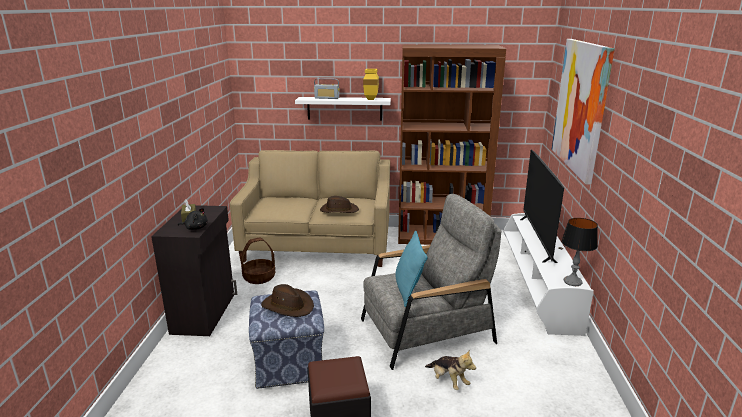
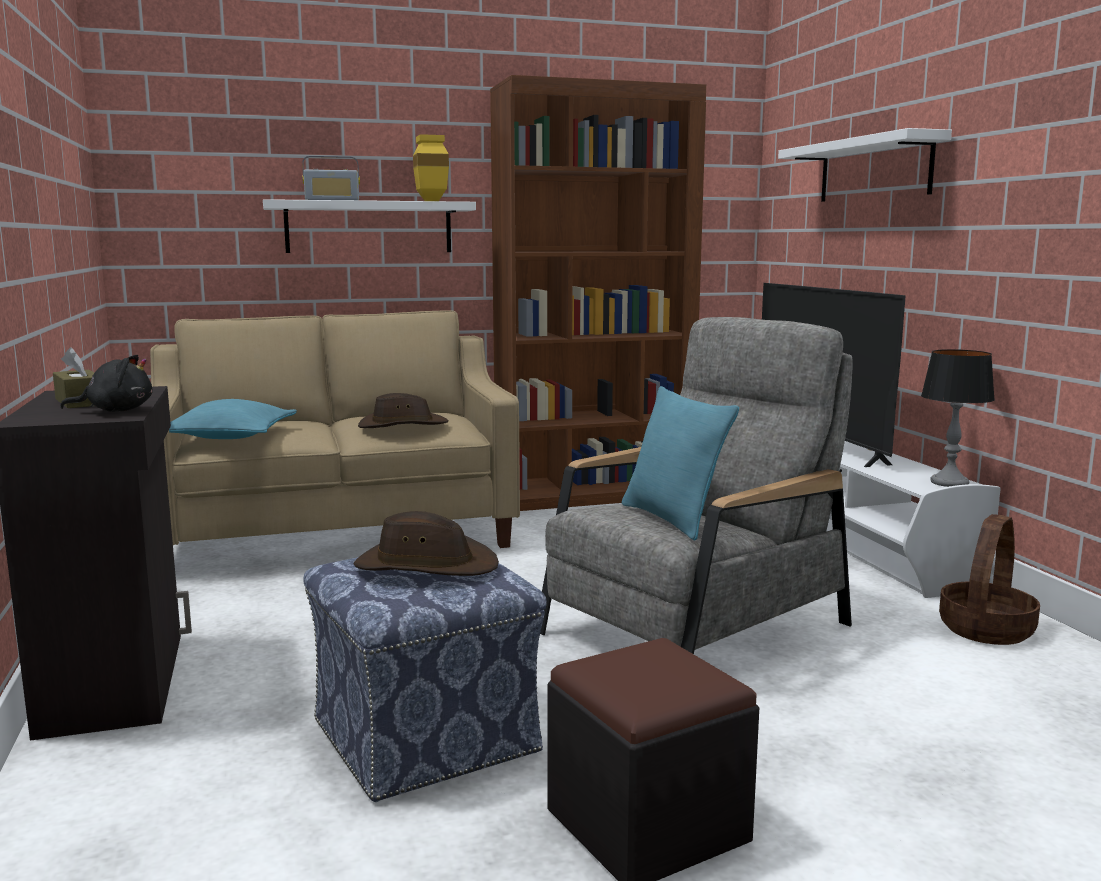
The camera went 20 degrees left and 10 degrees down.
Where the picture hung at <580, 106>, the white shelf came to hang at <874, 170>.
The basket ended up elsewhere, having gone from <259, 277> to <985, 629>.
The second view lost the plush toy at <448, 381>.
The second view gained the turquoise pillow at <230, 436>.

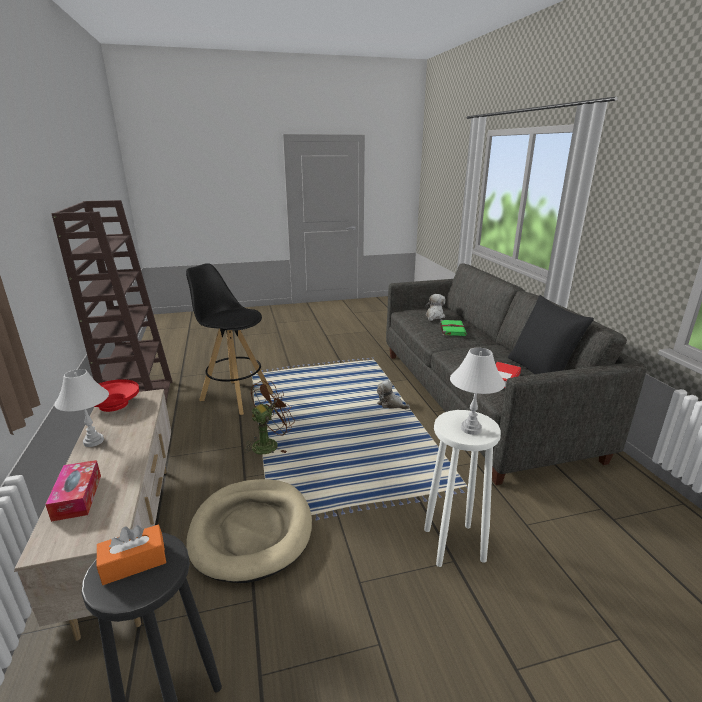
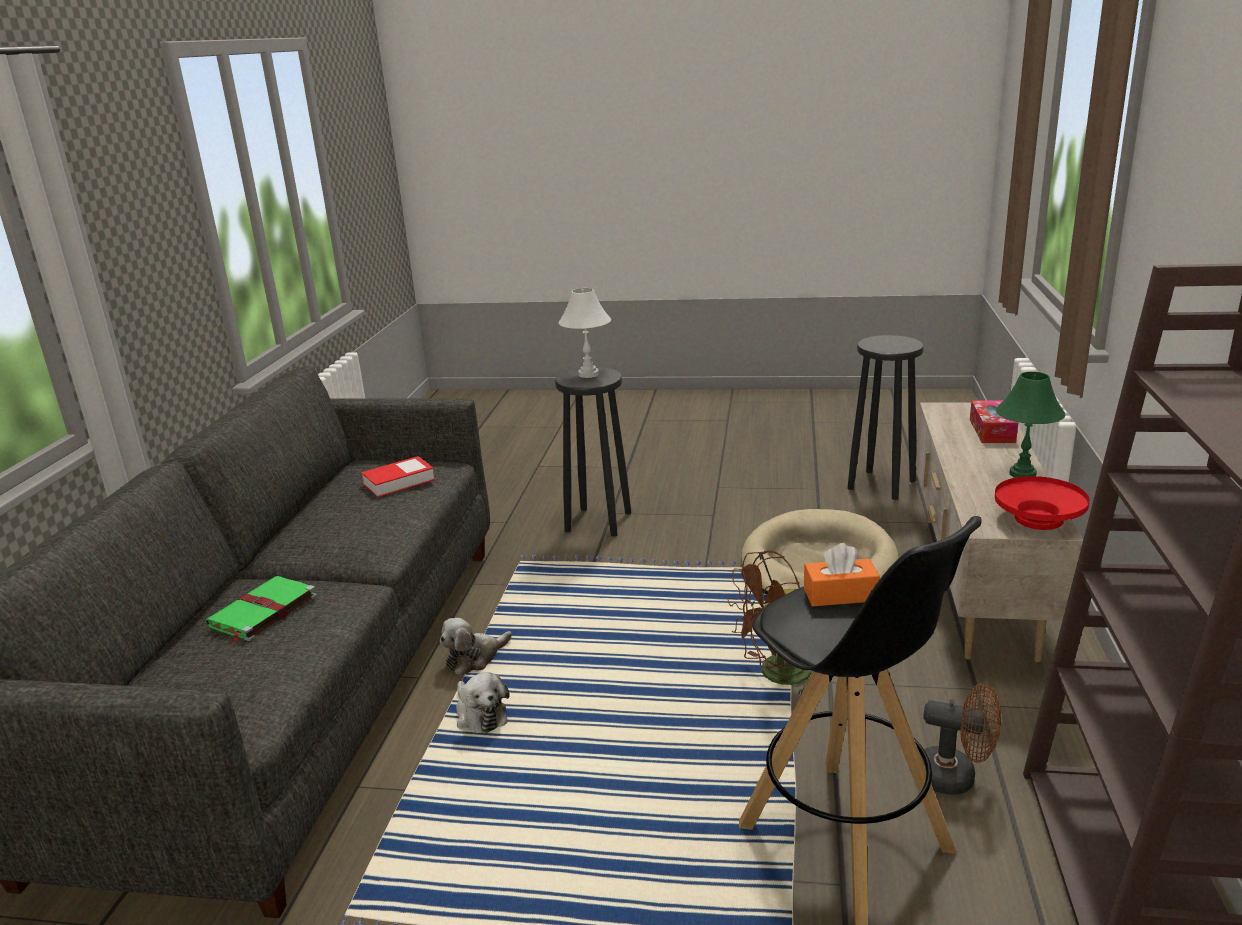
The camera went 155 degrees left and 0 degrees up.
The plush toy ended up elsewhere, having gone from <434, 316> to <474, 658>.
The second view lost the black pillow at <540, 372>.
What was the white table lamp at <93, 441> turned into the green table lamp at <1022, 474>.
What was the white stool at <453, 544> turned into the black stool at <599, 522>.
The orange tissue box ended up elsewhere, having gone from <134, 562> to <840, 594>.
The second view gained the brown fan at <955, 778>.

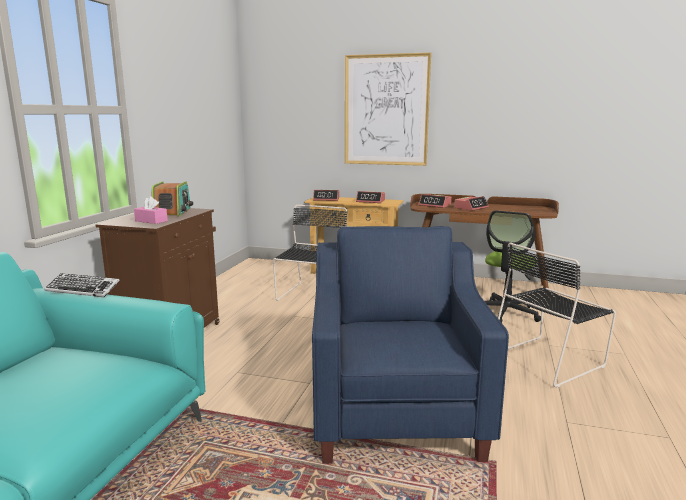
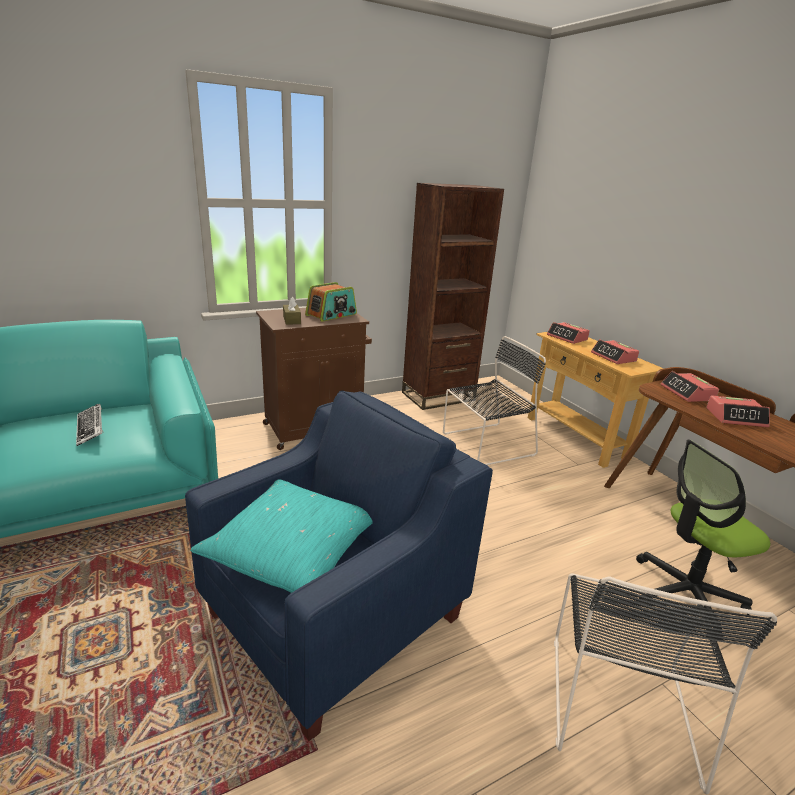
The camera went 45 degrees right and 10 degrees up.
The second view lost the picture at <386, 110>.
What was the pink tissue box at <151, 221> turned into the brown tissue box at <292, 320>.
The black chair at <548, 359> ended up facing another way, 90 degrees counterclockwise from before.
The keyboard ended up elsewhere, having gone from <83, 290> to <90, 428>.
The second view gained the brown bookcase at <438, 396>.
The second view gained the turquoise pillow at <293, 550>.

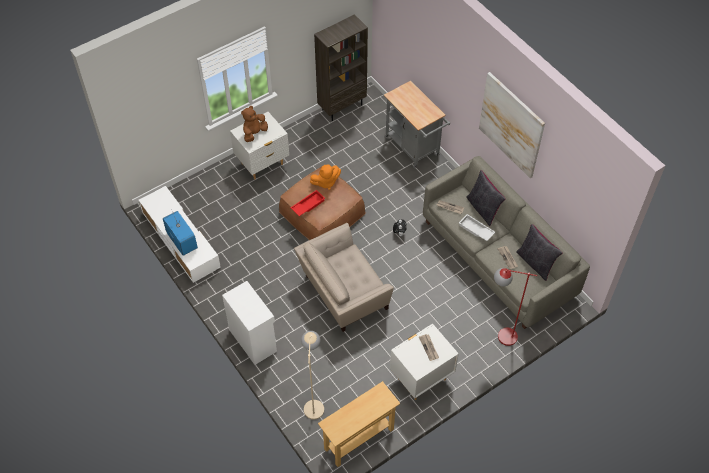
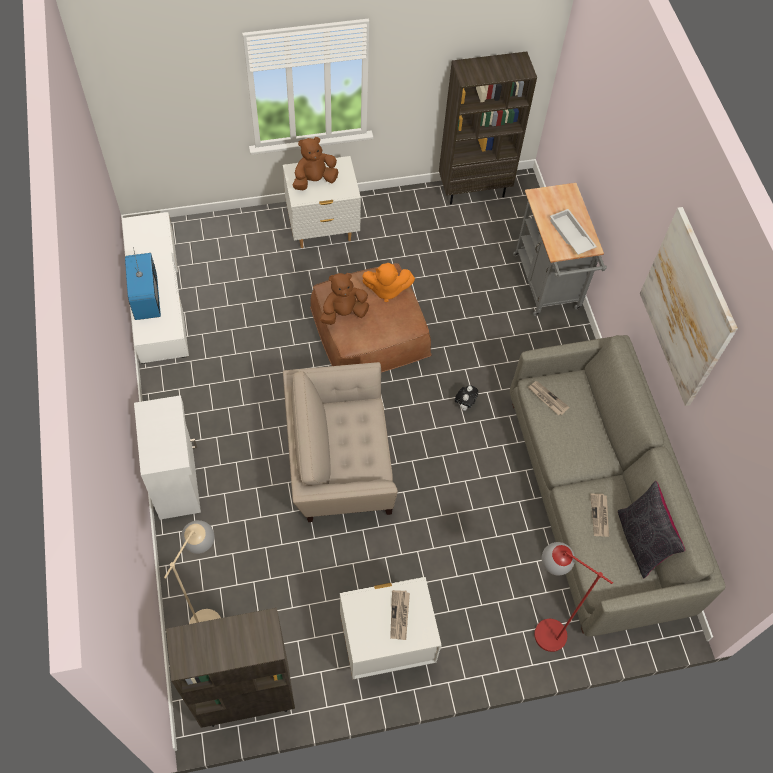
The camera went 20 degrees right and 5 degrees up.
The second view lost the black pillow at <483, 209>.
Where the red tray stood at <308, 205>, the brown plush toy came to stand at <343, 313>.
The white tray ended up elsewhere, having gone from <475, 230> to <570, 235>.
Where the beige console table stood at <359, 439>, the brown bookcase came to stand at <246, 702>.

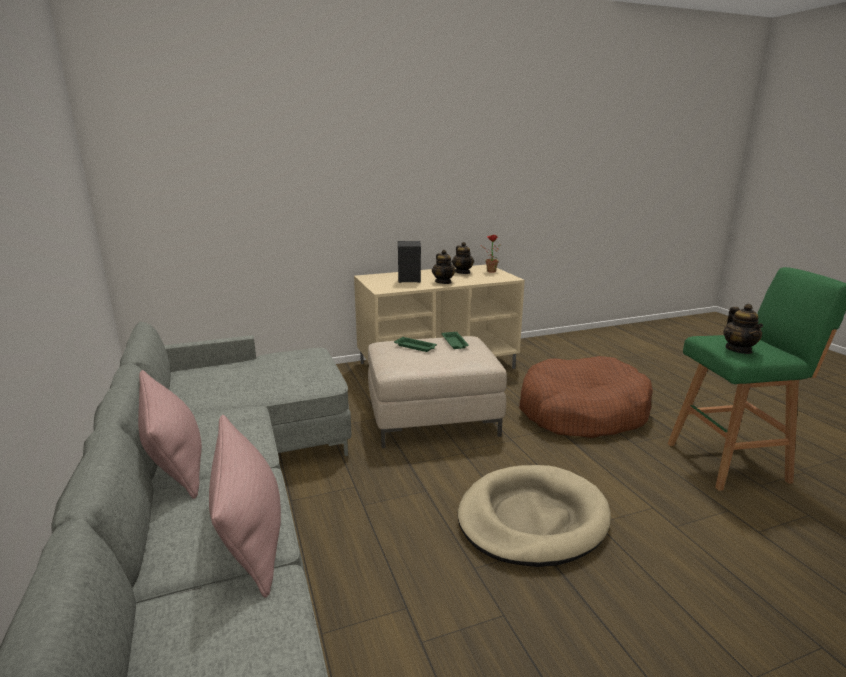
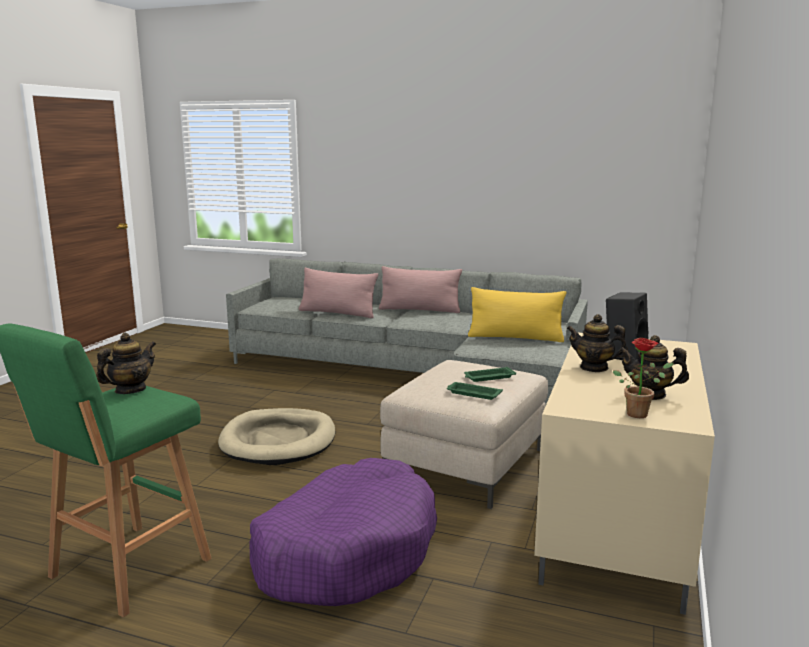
The camera went 130 degrees right and 5 degrees down.
The teapot at <738, 349> ended up facing another way, 90 degrees clockwise from before.
What was the brown dog bed at <582, 412> turned into the purple dog bed at <346, 551>.
The second view gained the yellow pillow at <515, 338>.

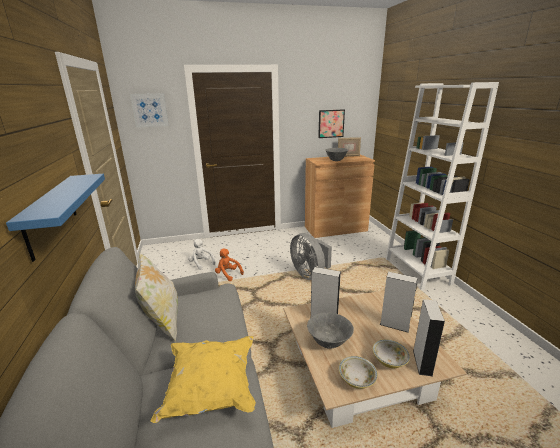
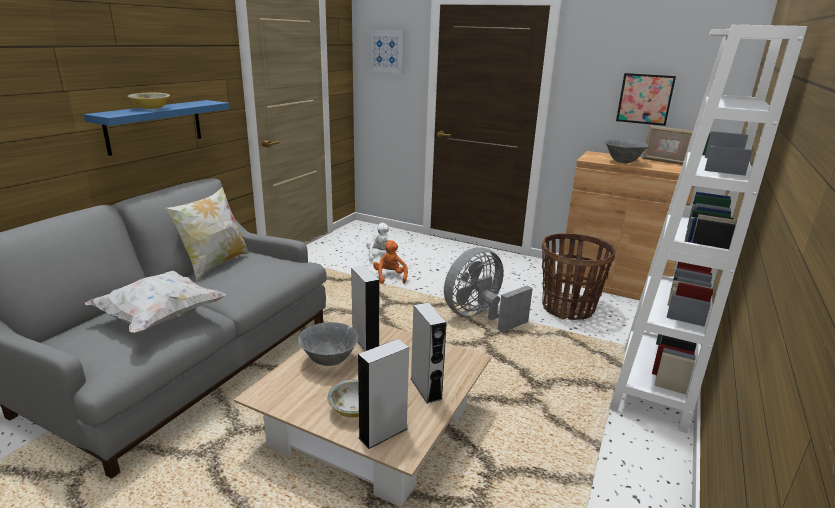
The camera went 40 degrees right and 0 degrees up.
The grey fan at <310, 274> ended up facing another way, 45 degrees clockwise from before.
What was the yellow pillow at <211, 389> turned into the white pillow at <160, 318>.
The bowl ended up elsewhere, having gone from <356, 380> to <151, 108>.
The second view gained the basket at <568, 308>.

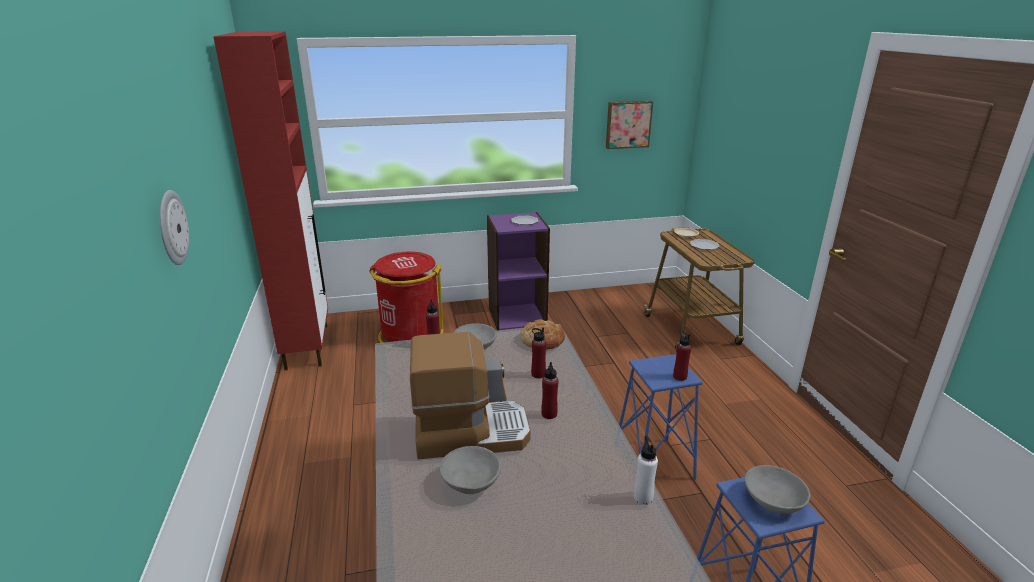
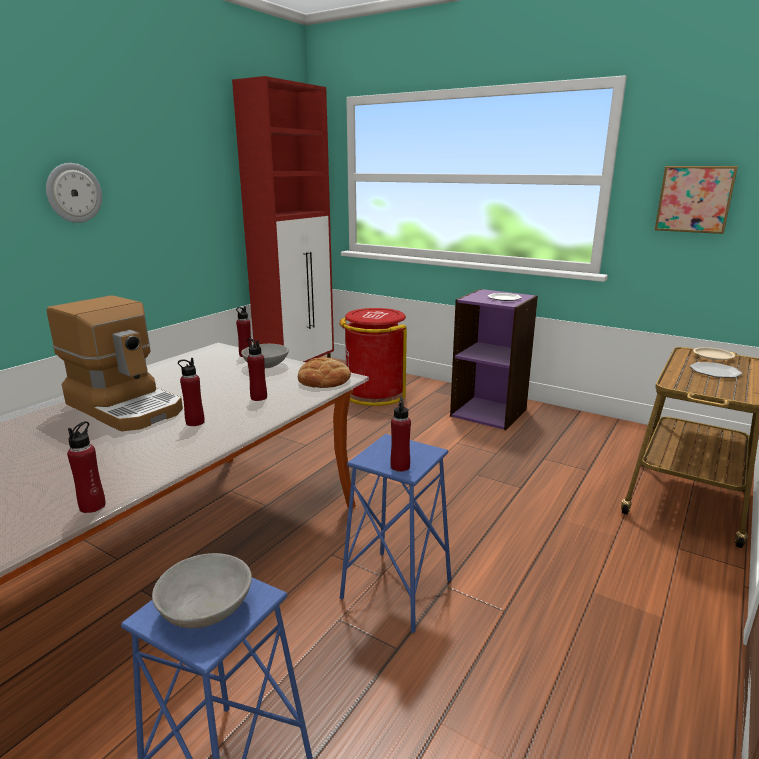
The camera went 45 degrees right and 5 degrees down.
What was the white bottle at <643, 497> turned into the red bottle at <92, 506>.
The second view lost the grey bowl at <470, 482>.

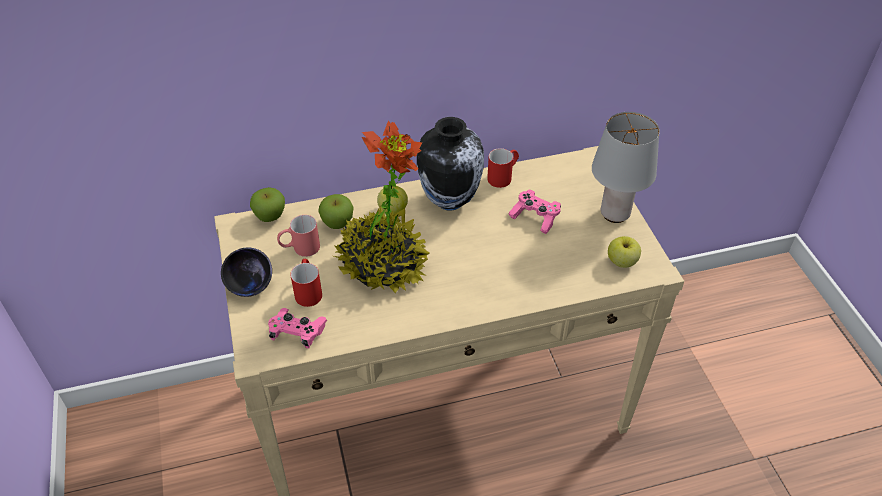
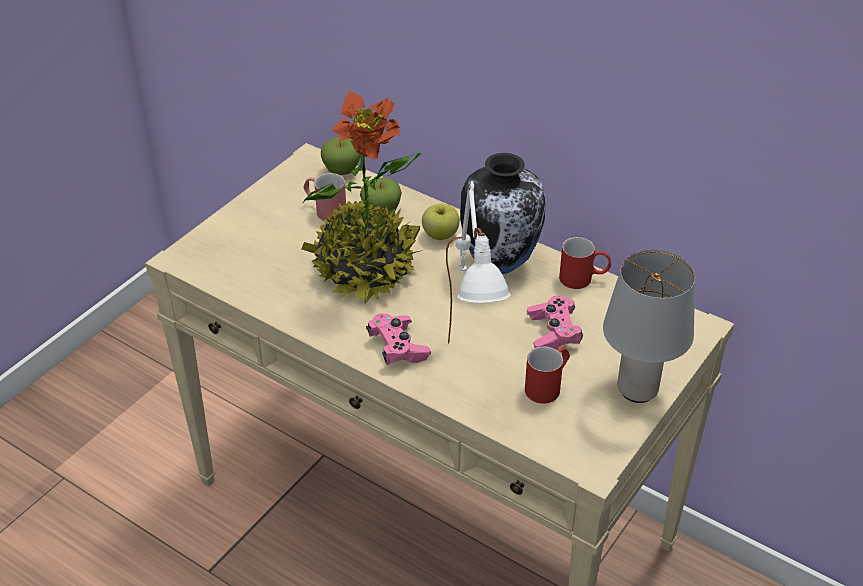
The camera went 50 degrees right and 5 degrees down.
The second view lost the apple at <621, 262>.
The second view lost the black bowl at <250, 287>.
The red mug ended up elsewhere, having gone from <308, 290> to <548, 385>.
The pink game controller ended up elsewhere, having gone from <297, 333> to <398, 347>.
The second view gained the white table lamp at <472, 376>.

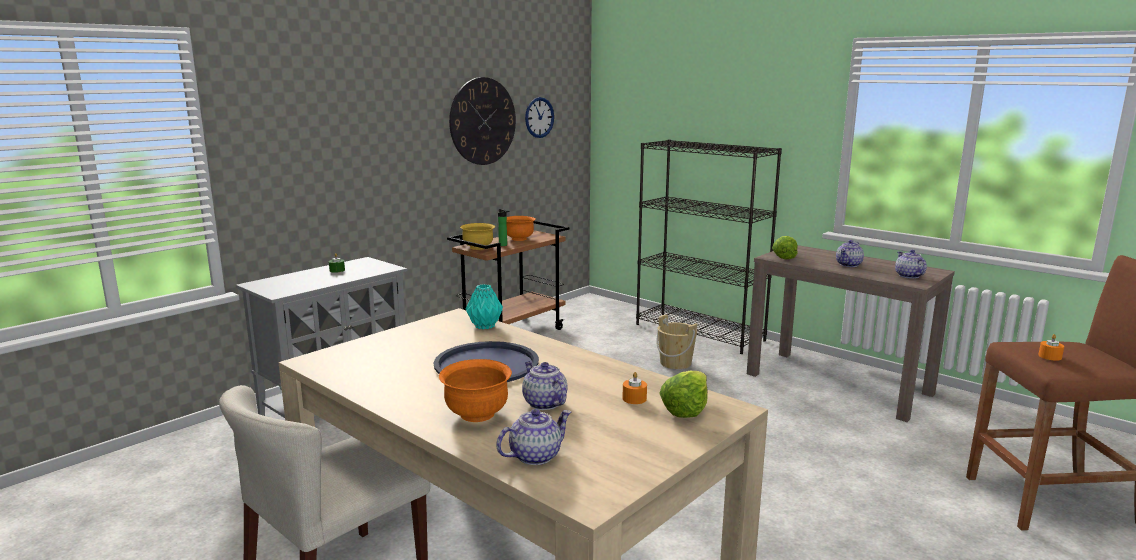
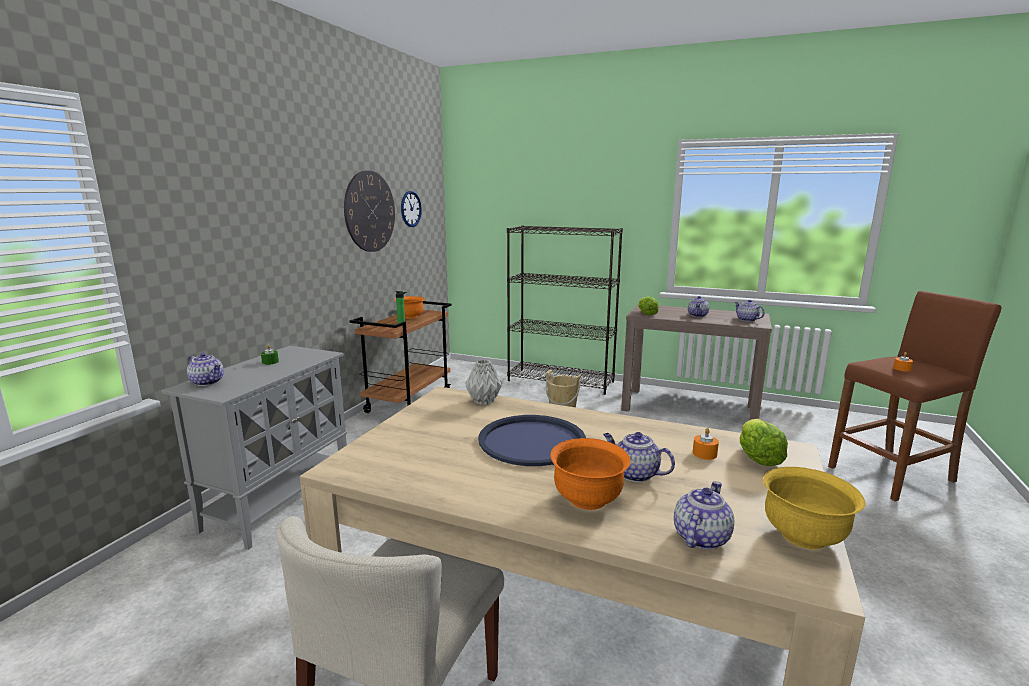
The camera went 20 degrees left and 0 degrees up.
The yellow bowl ended up elsewhere, having gone from <478, 247> to <804, 537>.
What was the turquoise vase at <485, 326> turned into the grey vase at <484, 401>.
The second view gained the teapot at <208, 382>.

